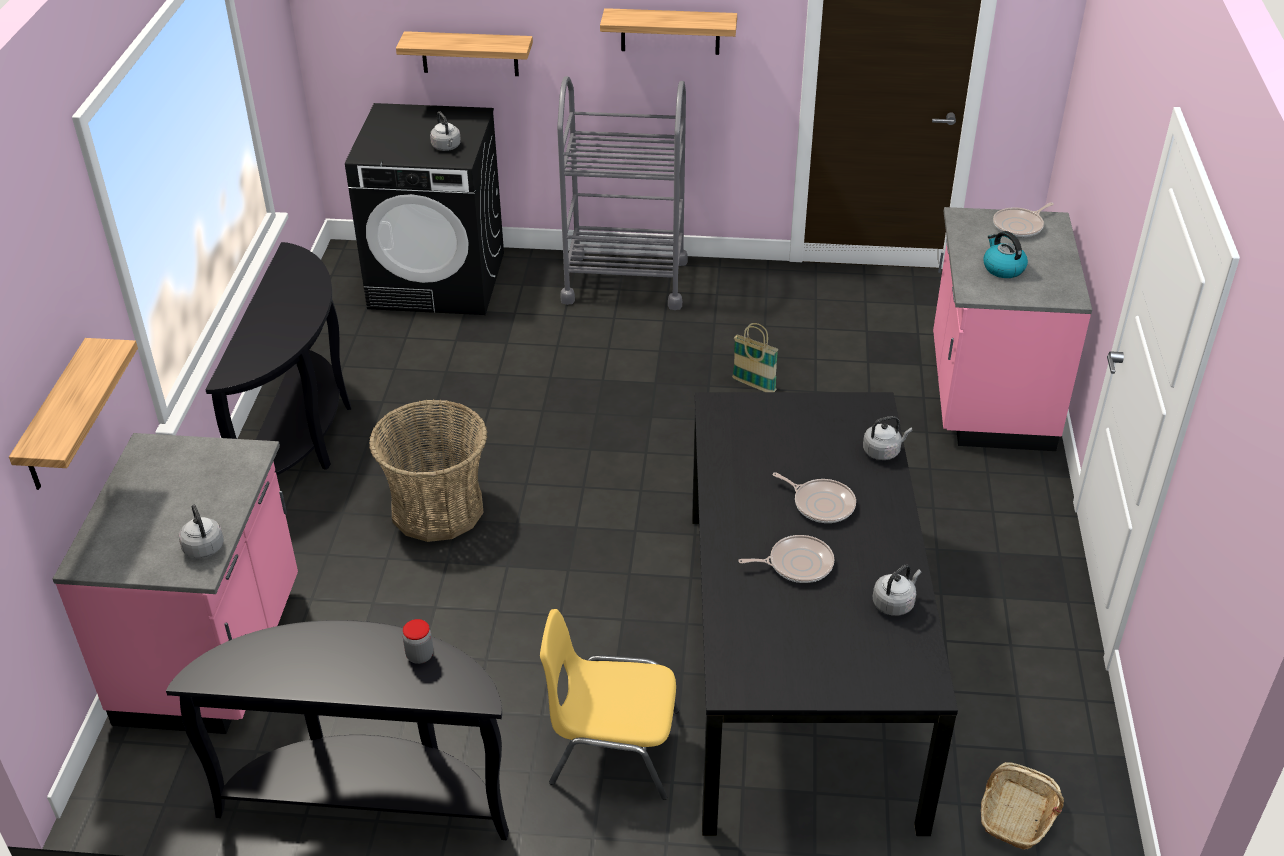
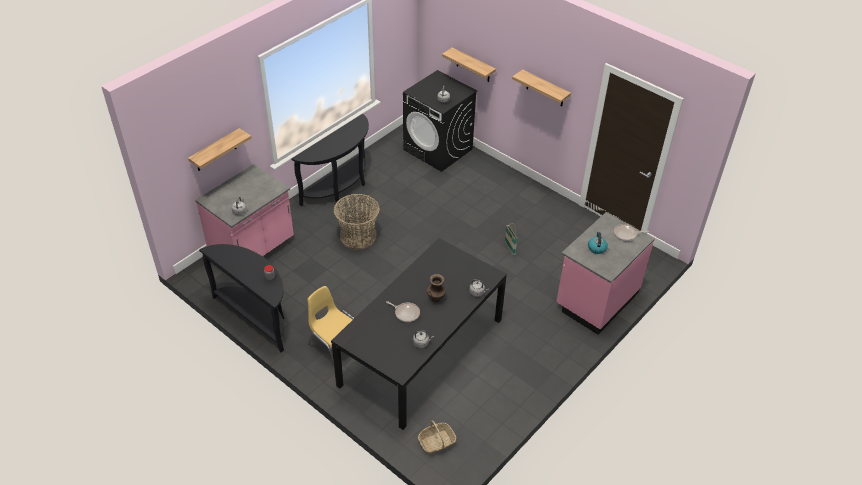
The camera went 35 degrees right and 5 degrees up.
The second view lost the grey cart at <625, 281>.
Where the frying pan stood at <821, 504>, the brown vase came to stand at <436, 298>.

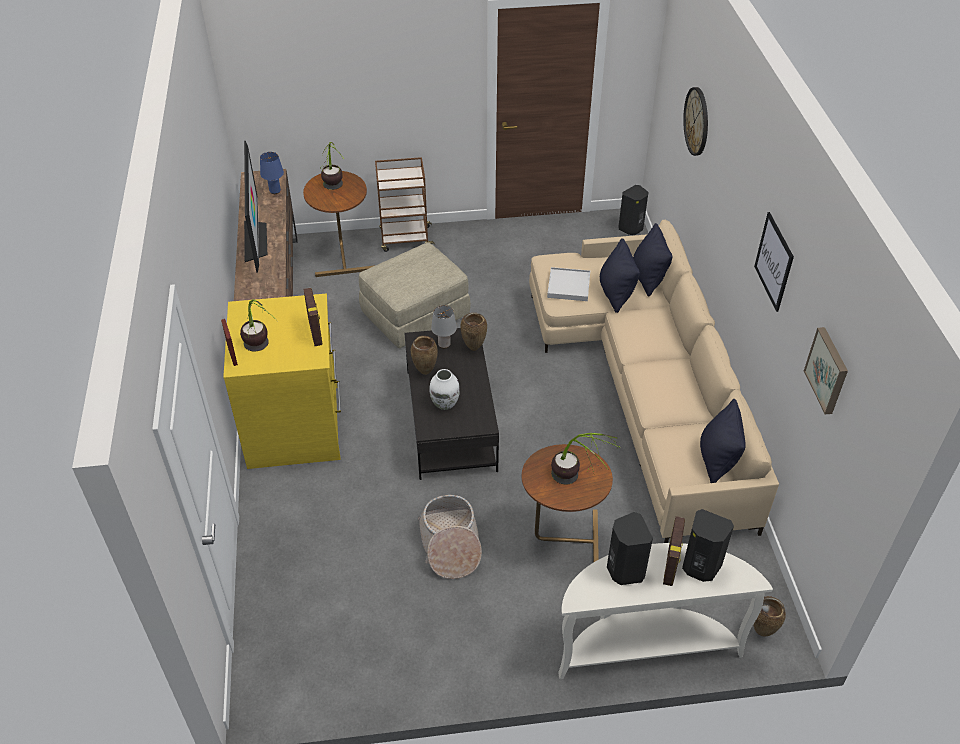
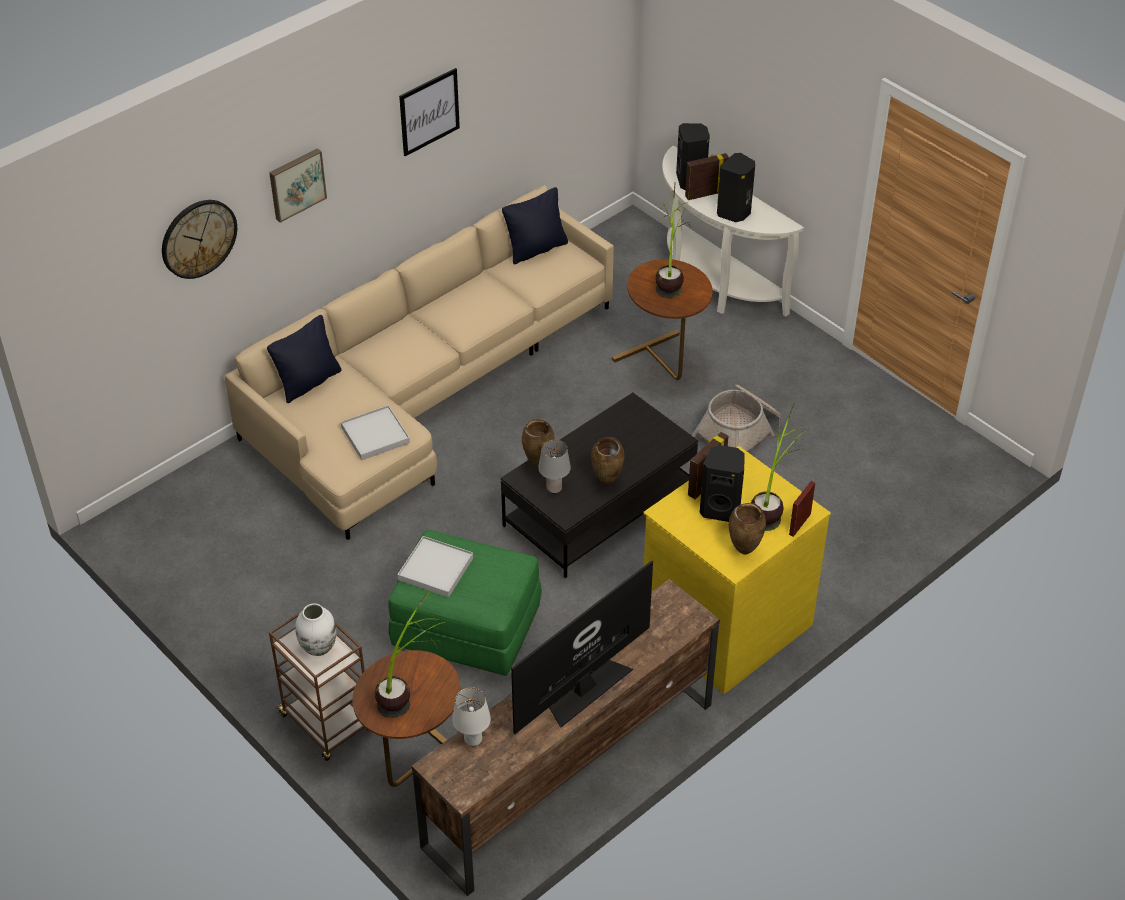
The camera went 125 degrees left and 0 degrees up.
What was the blue table lamp at <274, 191> turned into the white table lamp at <473, 740>.
The black speaker ended up elsewhere, having gone from <631, 228> to <721, 509>.
The second view lost the black pillow at <616, 294>.
What was the beige ottoman at <415, 315> turned into the green ottoman at <467, 626>.
The picture ended up elsewhere, having gone from <828, 370> to <296, 183>.
The white vase ended up elsewhere, having gone from <444, 403> to <318, 647>.
The brown vase ended up elsewhere, having gone from <762, 632> to <743, 551>.
The second view gained the white tray at <435, 569>.

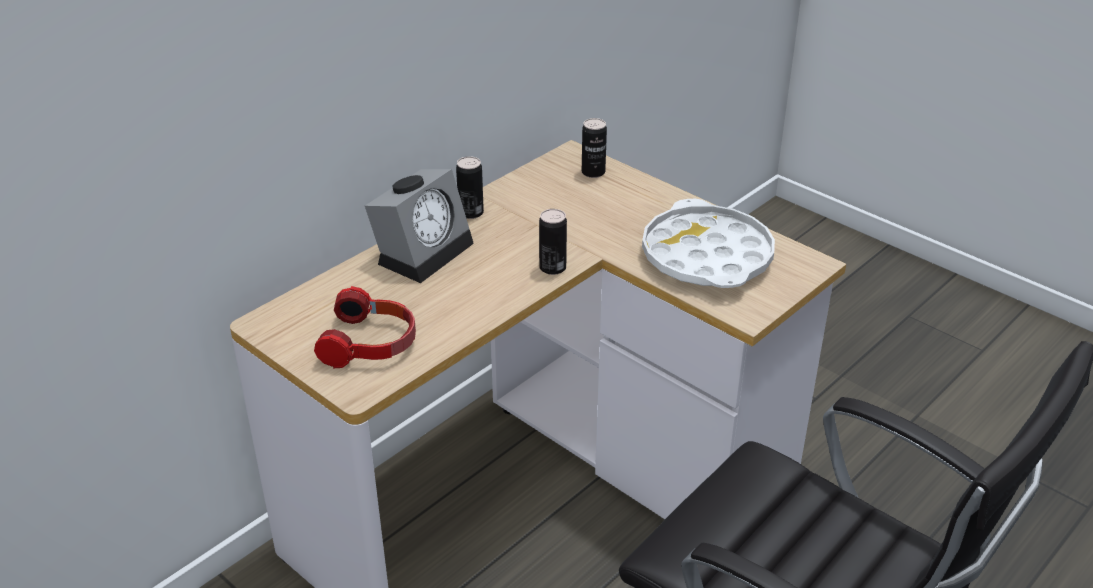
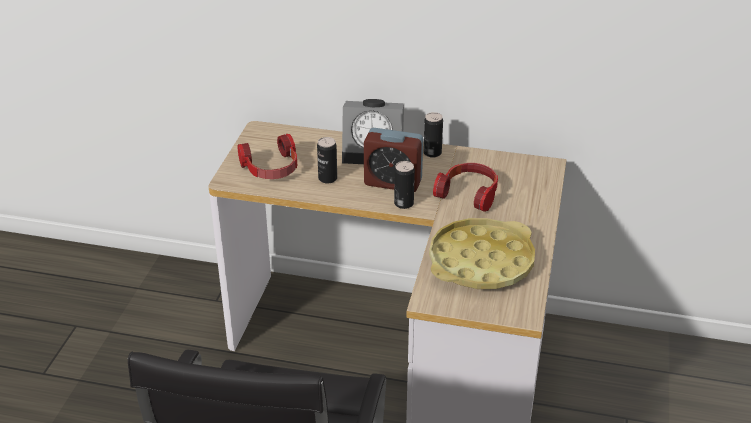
The camera went 60 degrees right and 0 degrees up.
The can ended up elsewhere, having gone from <593, 172> to <327, 178>.
What was the white tray at <706, 256> turned into the yellow tray at <481, 262>.
The second view gained the alarm clock at <393, 182>.
The second view gained the headphones at <469, 193>.

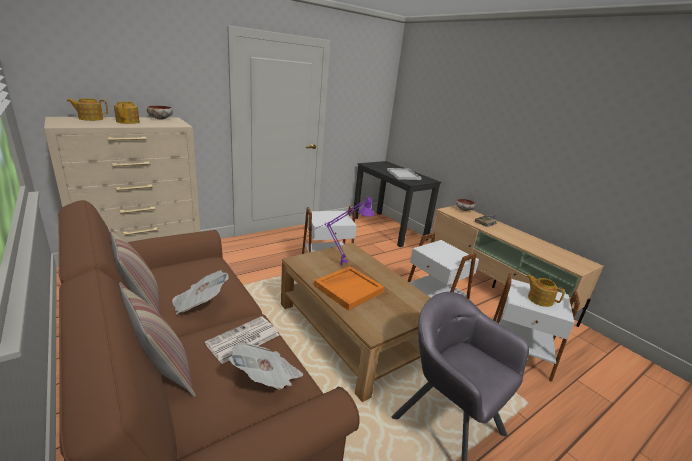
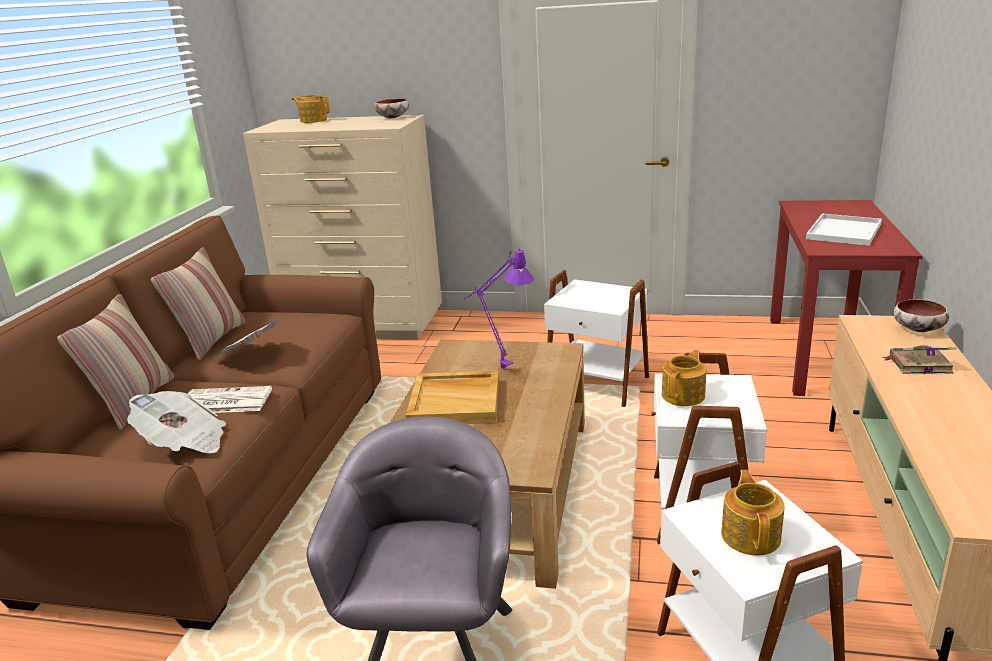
The camera went 50 degrees right and 0 degrees up.
The teapot ended up elsewhere, having gone from <128, 122> to <684, 395>.
What was the black desk at <388, 228> turned into the red desk at <826, 355>.
What was the orange tray at <348, 289> turned into the beige tray at <456, 402>.

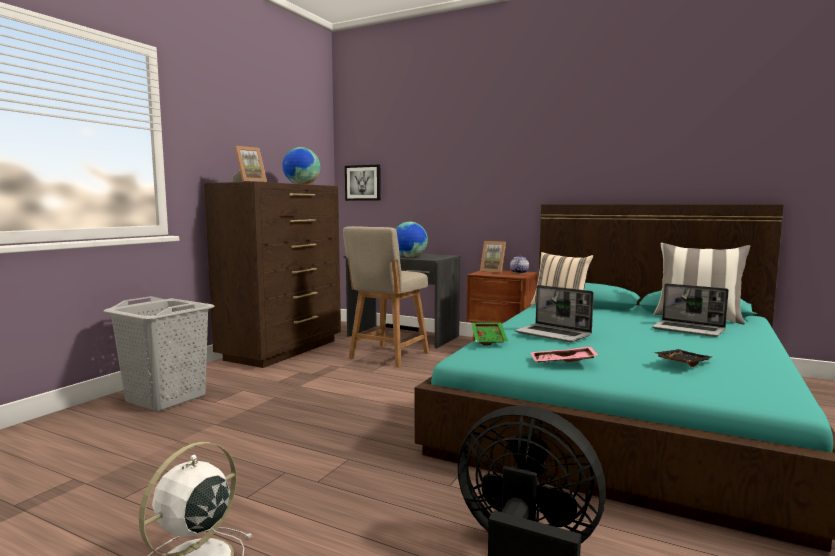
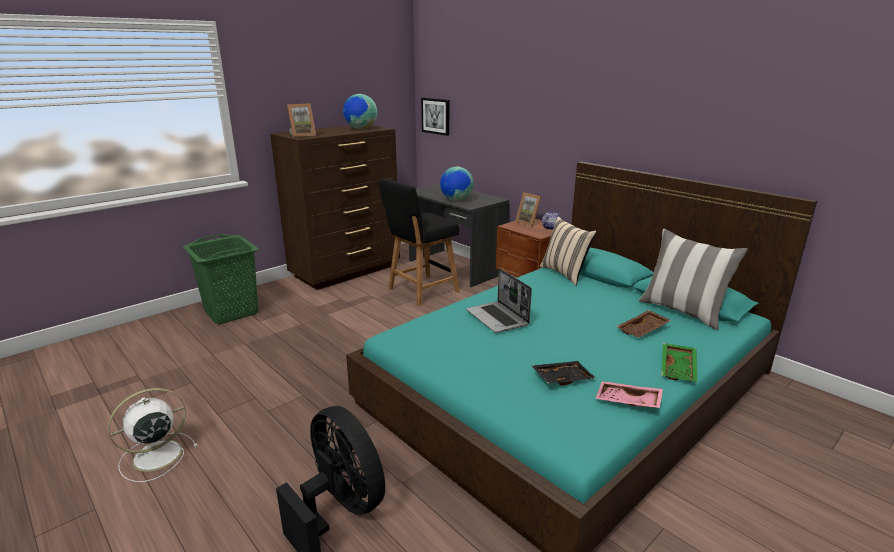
The camera went 20 degrees right and 15 degrees up.
What was the beige chair at <387, 356> turned into the black chair at <420, 291>.
Where the laptop stood at <689, 330>, the brown tray came to stand at <643, 330>.
What was the grey laundry basket at <166, 398> turned into the green laundry basket at <232, 312>.
The green tray ended up elsewhere, having gone from <489, 339> to <679, 368>.
The pink tray ended up elsewhere, having gone from <563, 363> to <627, 402>.

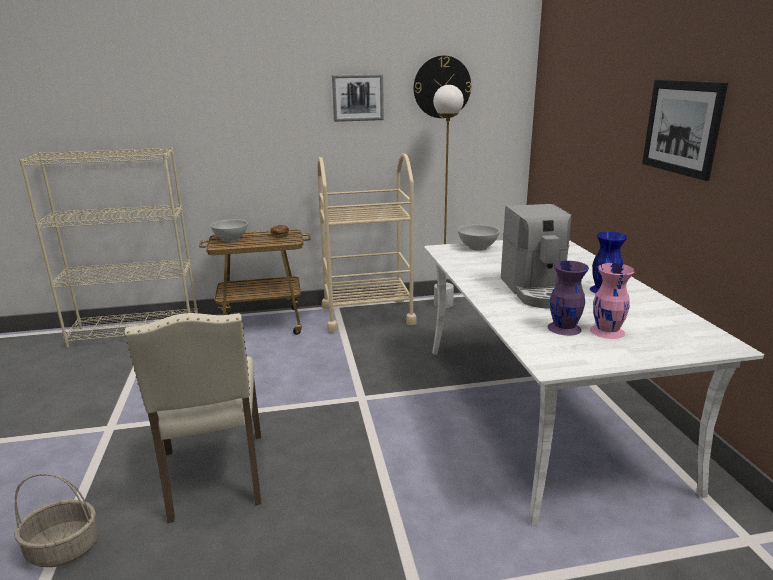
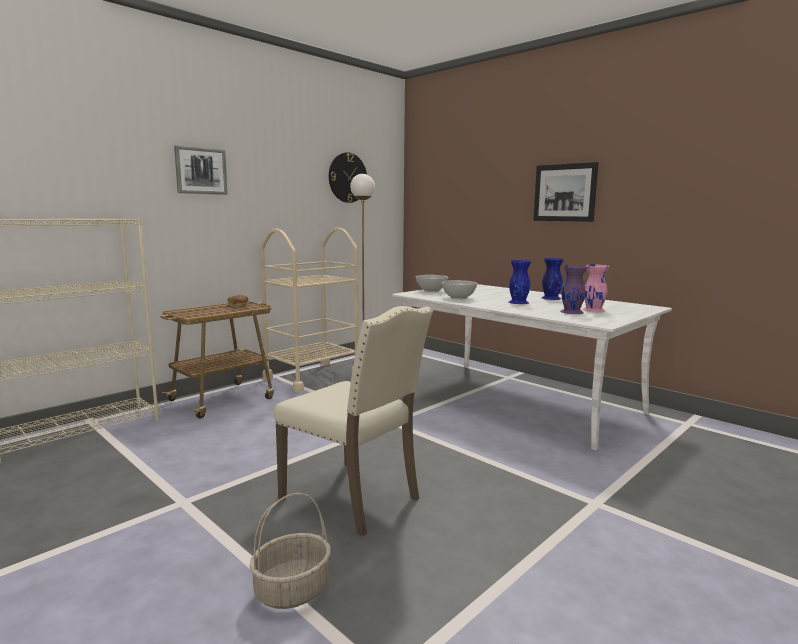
The camera went 35 degrees left and 10 degrees down.
The picture ended up elsewhere, having gone from <358, 97> to <201, 171>.
Where the coffee machine stood at <537, 291>, the blue vase came to stand at <518, 302>.
The white bowl ended up elsewhere, having gone from <231, 239> to <459, 298>.

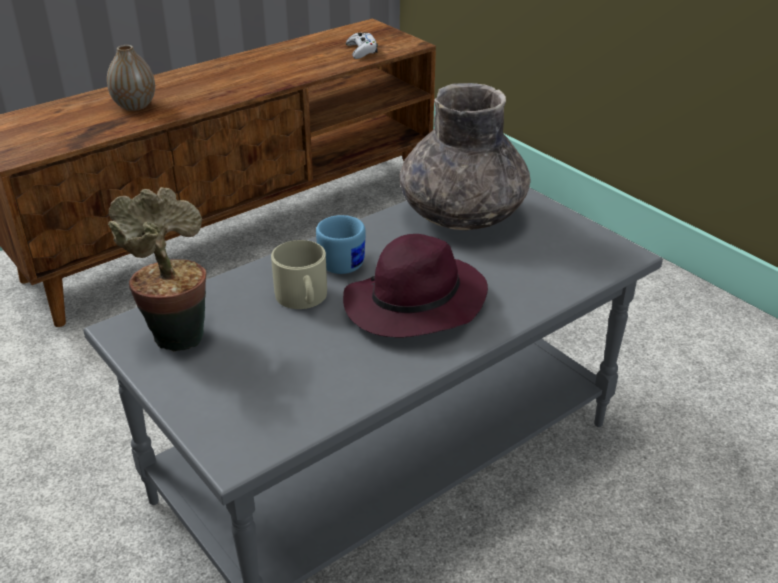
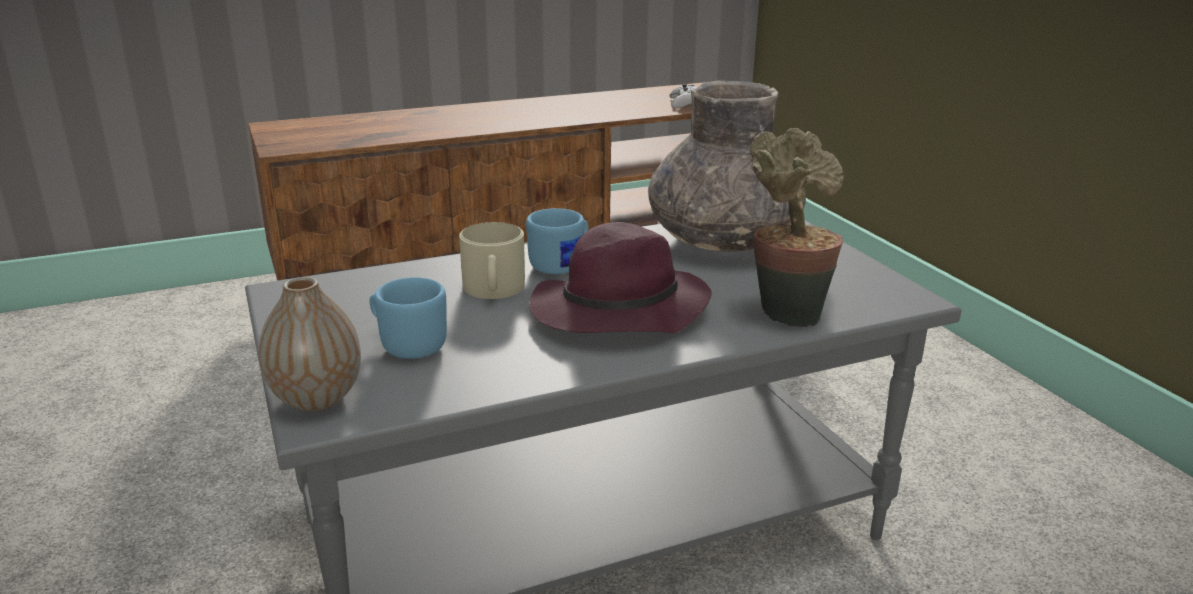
The camera went 15 degrees right and 10 degrees down.
The vase ended up elsewhere, having gone from <135, 106> to <316, 398>.
The potted plant ended up elsewhere, having gone from <175, 333> to <786, 311>.
The second view gained the blue mug at <407, 344>.

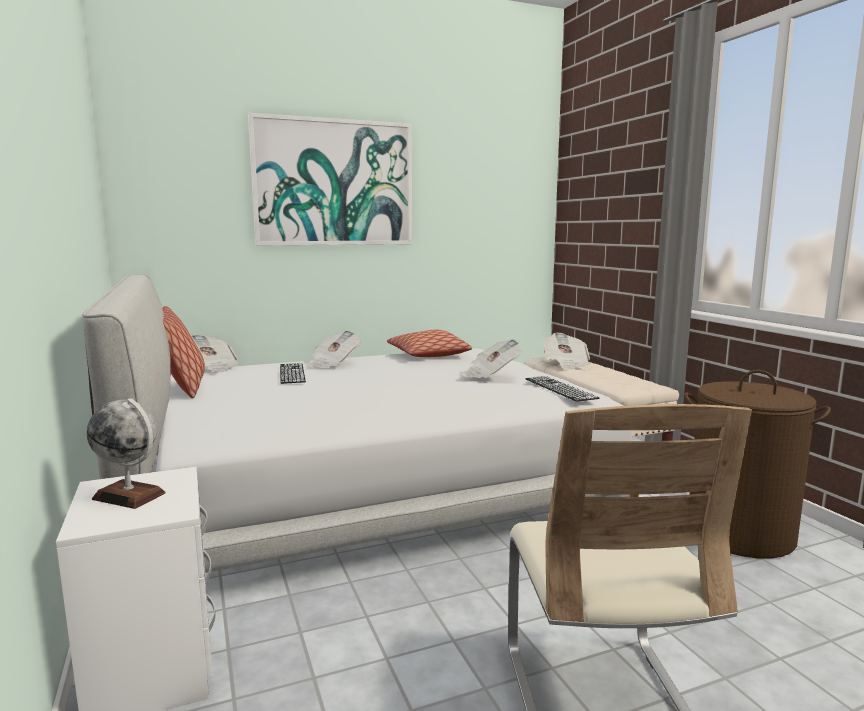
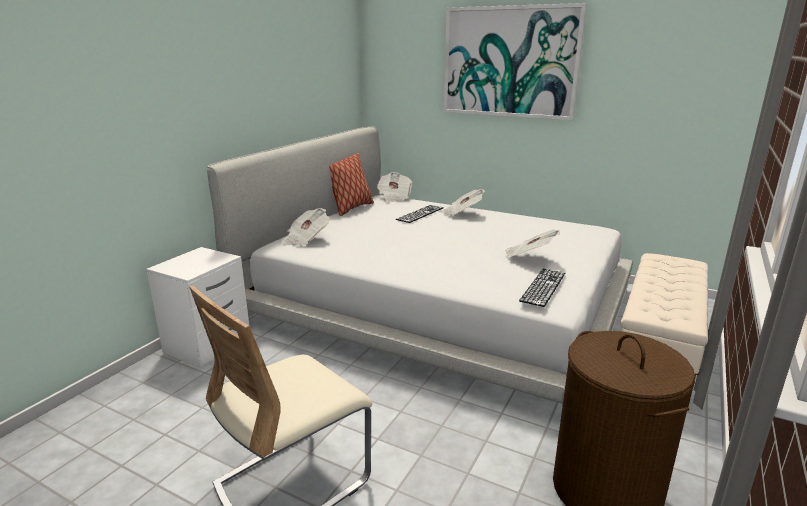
The camera went 50 degrees right and 10 degrees up.
The second view lost the pillow at <428, 355>.
The newspaper ended up elsewhere, having gone from <566, 364> to <306, 239>.
The second view lost the globe at <129, 496>.

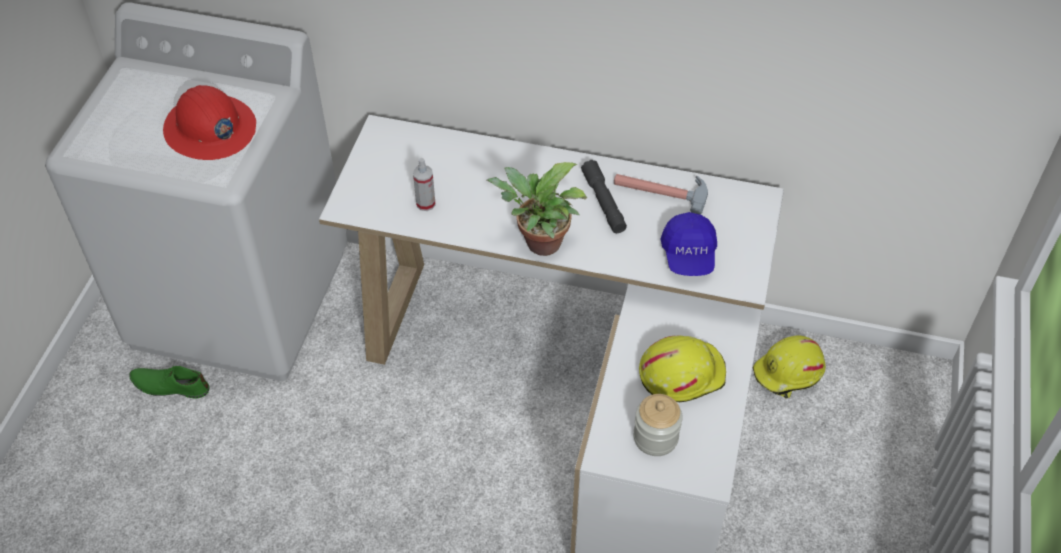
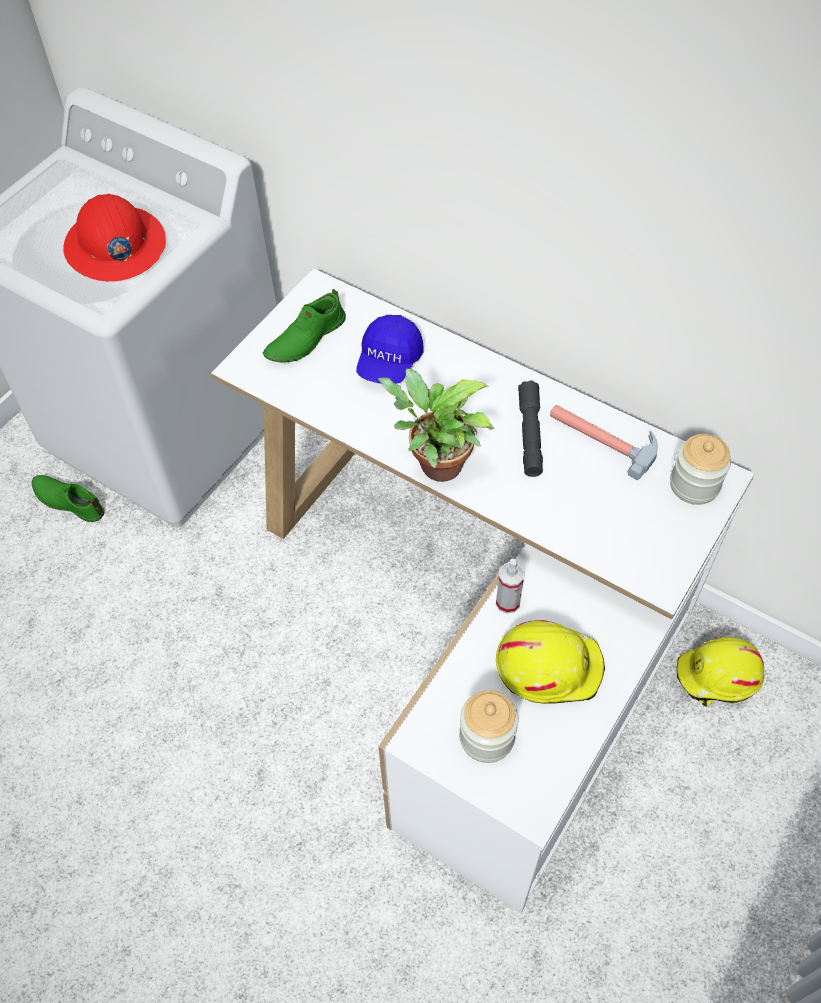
The camera went 20 degrees right and 5 degrees up.
The spray bottle ended up elsewhere, having gone from <425, 203> to <507, 602>.
The blue cap ended up elsewhere, having gone from <689, 255> to <389, 362>.
The second view gained the green shoe at <305, 338>.
The second view gained the jar at <694, 485>.

